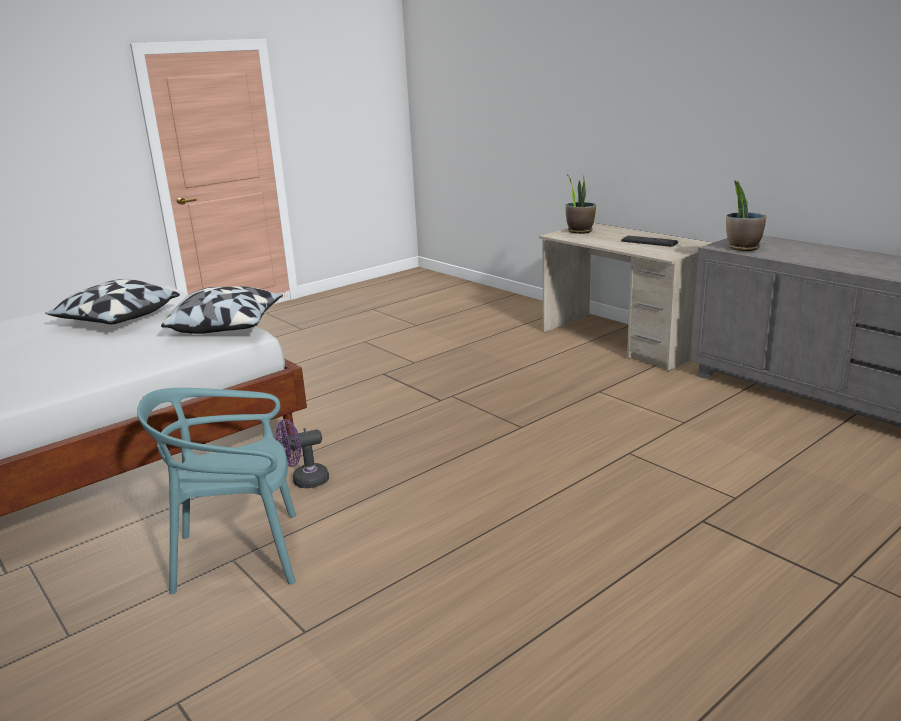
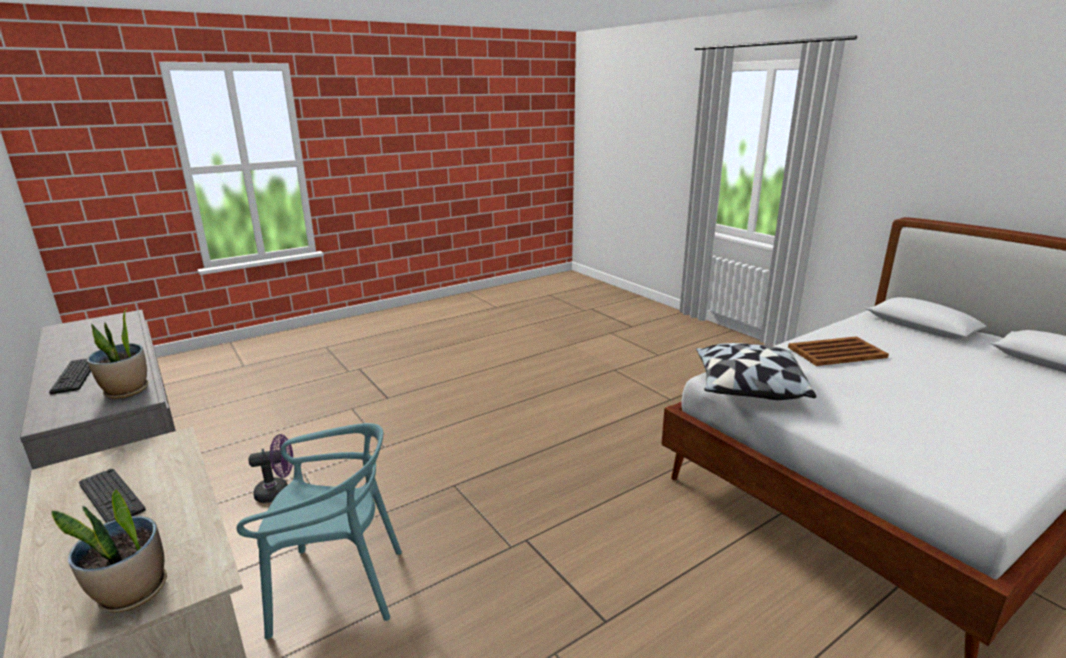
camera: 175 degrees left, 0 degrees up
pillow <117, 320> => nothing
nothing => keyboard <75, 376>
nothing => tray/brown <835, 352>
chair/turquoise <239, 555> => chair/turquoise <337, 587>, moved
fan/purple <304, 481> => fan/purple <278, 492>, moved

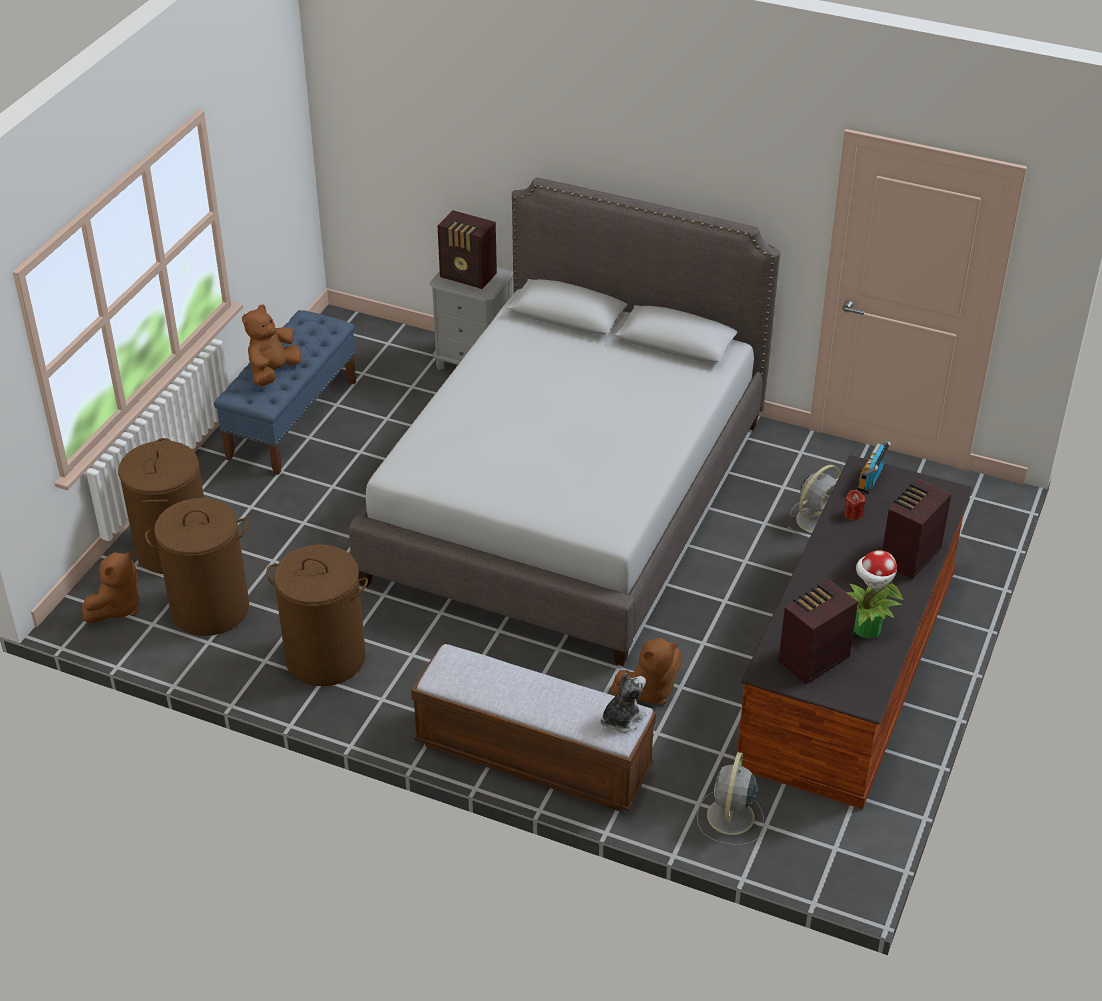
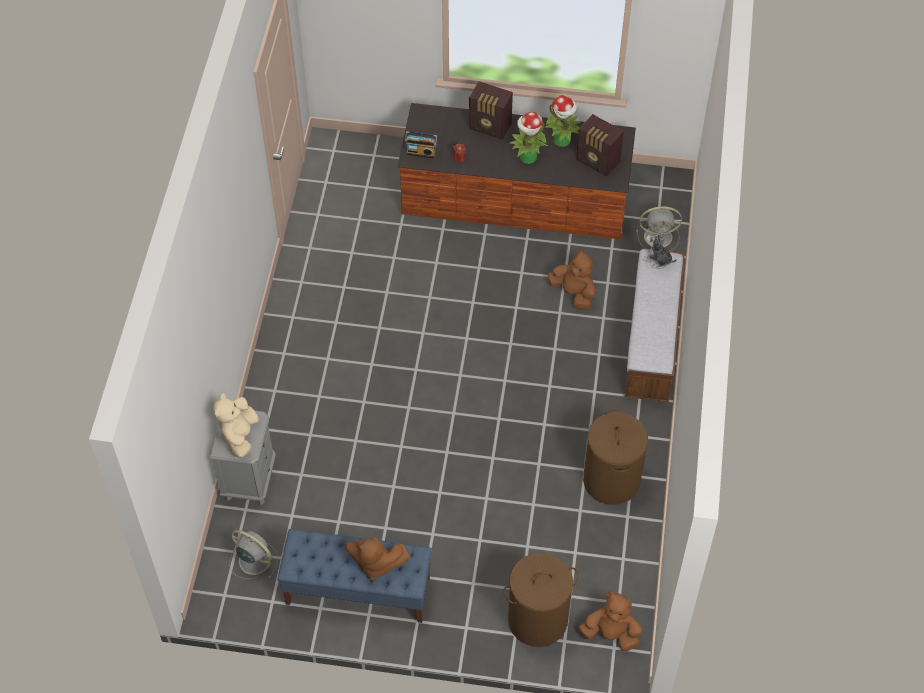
camera: 105 degrees left, 15 degrees up
laundry basket/brown <210, 609> => nothing
bed/grey <569, 500> => nothing
nothing => potted plant <527, 157>
fan/grey <817, 519> => fan/grey <253, 559>, moved
radio <468, 276> => plush toy/beige <239, 435>

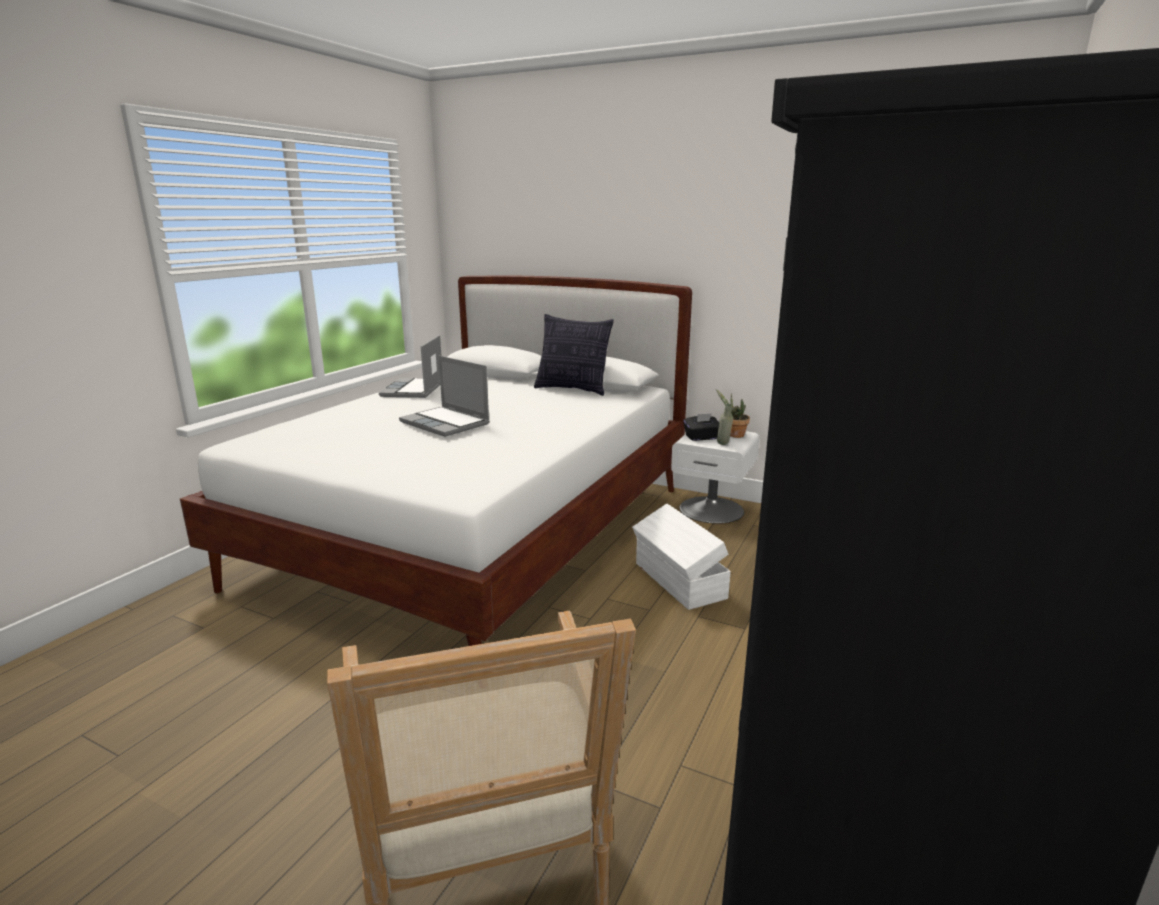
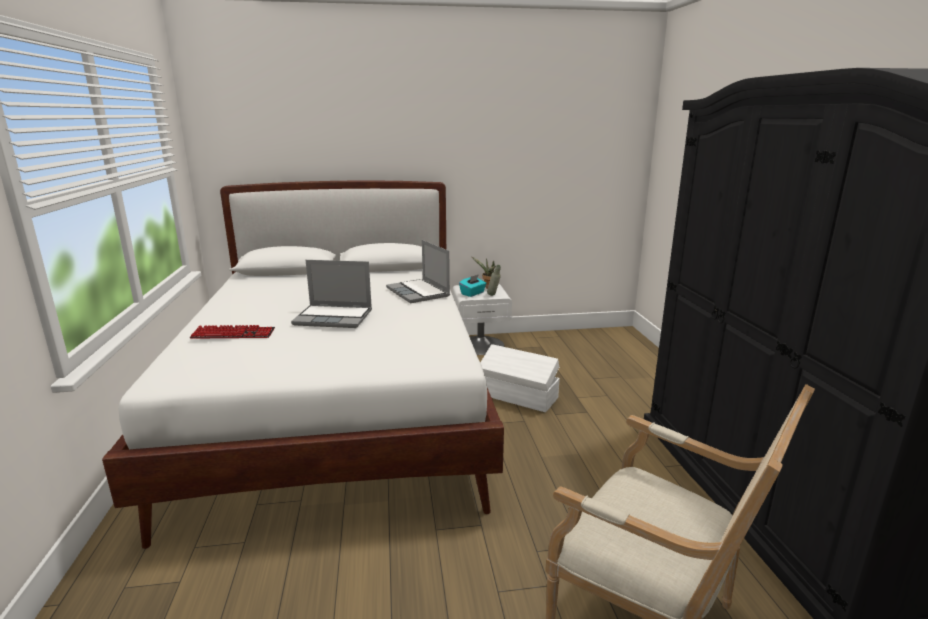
camera: 35 degrees left, 0 degrees up
pillow <573, 389> => nothing
nothing => keyboard <233, 334>
laptop <413, 390> => laptop <419, 292>, moved
tissue box/black <701, 438> => tissue box/turquoise <472, 293>

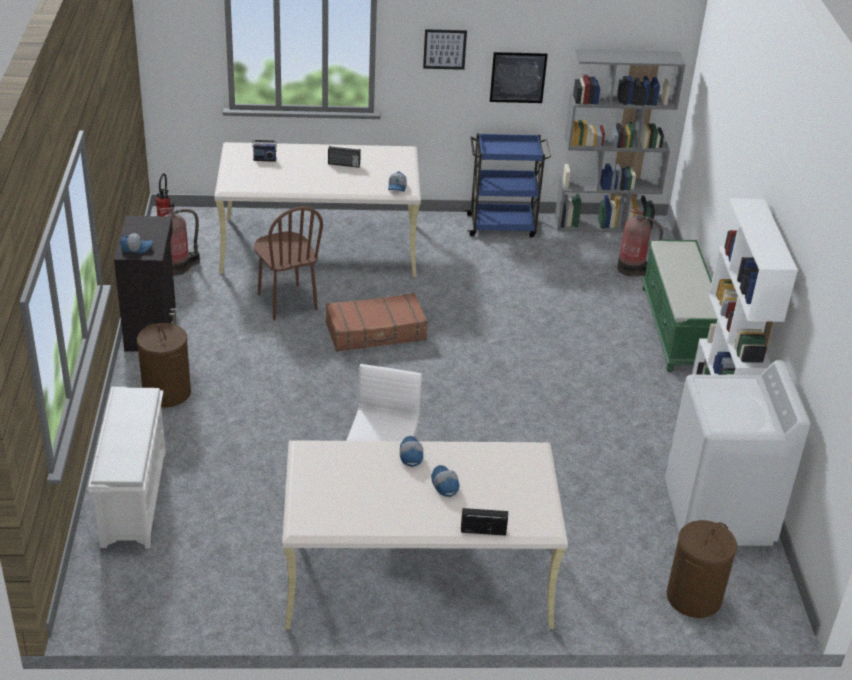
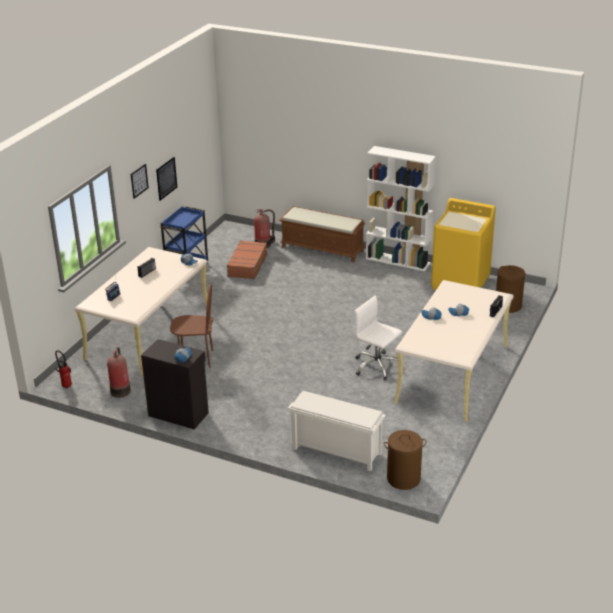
camera: 60 degrees left, 5 degrees down
bookcase/grey <605, 224> => nothing
laundry basket/brown <167, 393> => laundry basket/brown <404, 479>, moved
suitcase/brown <376, 332> => suitcase/brown <248, 265>, moved
bench/green <678, 329> => bench/brown <323, 248>
washing machine/white <718, 513> => washing machine/yellow <460, 282>

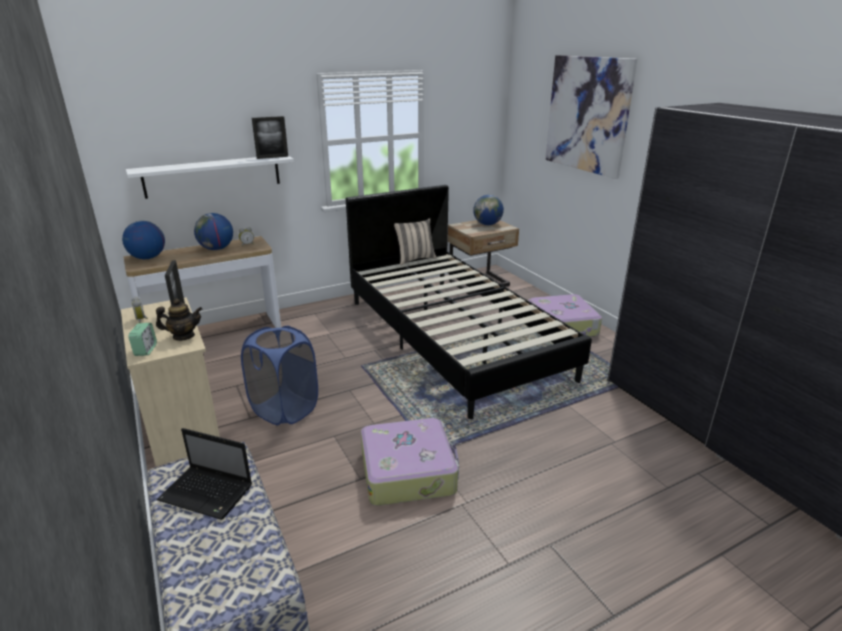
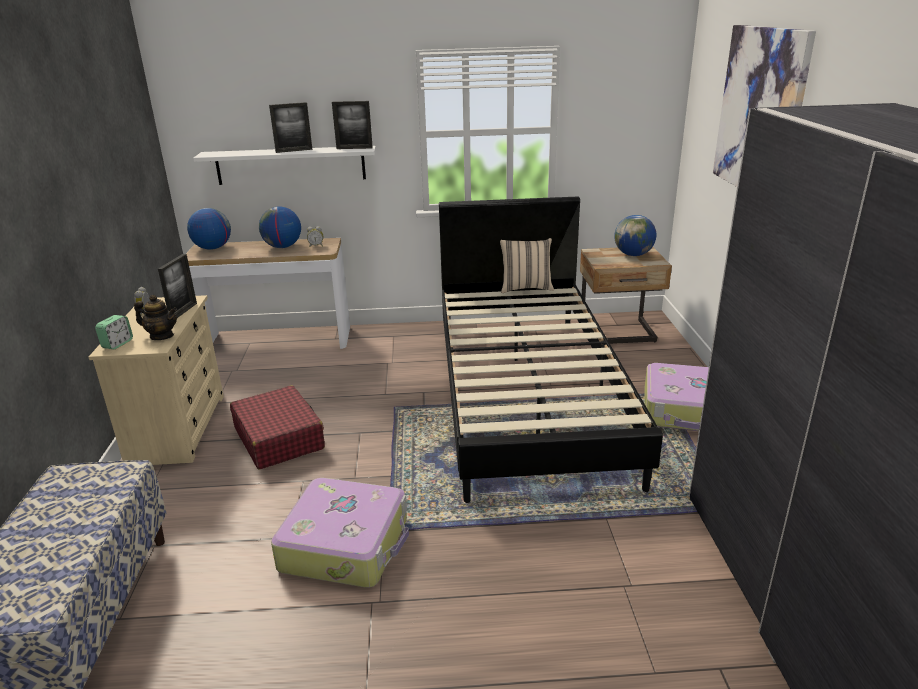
camera: 25 degrees right, 0 degrees up
laptop <208, 493> => nothing
nothing => picture frame <294, 150>
laundry basket/blue <284, 409> => suitcase/red <279, 438>

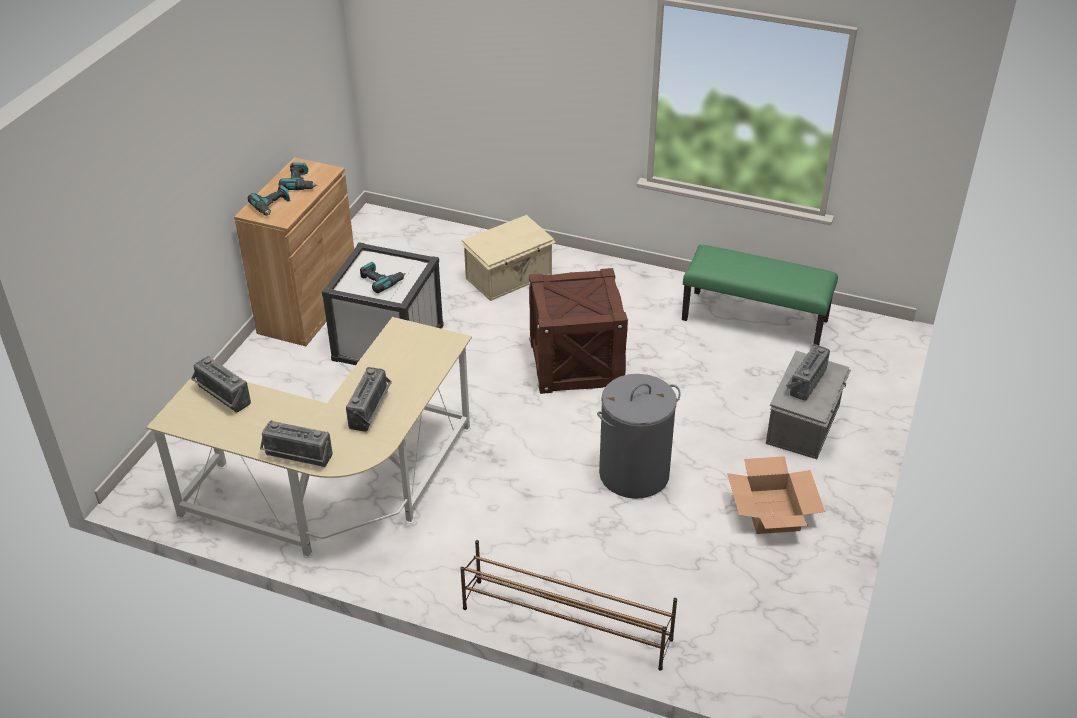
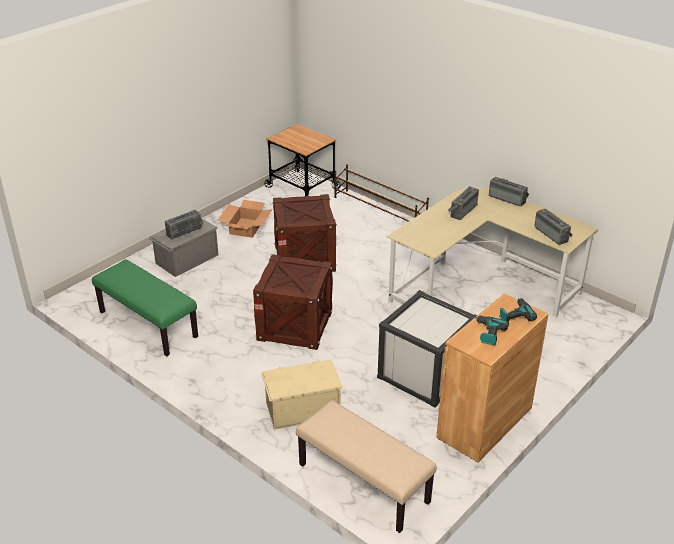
camera: 160 degrees left, 5 degrees down
power drill <381, 281> => nothing
nothing => cart <302, 187>
nothing => bench/beige <362, 483>
laundry basket/grey <634, 474> => crate <304, 257>

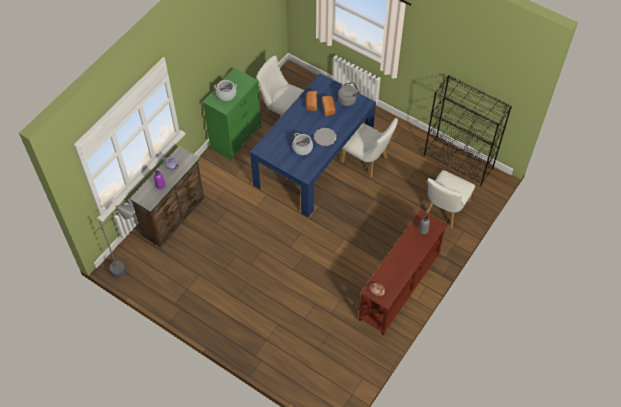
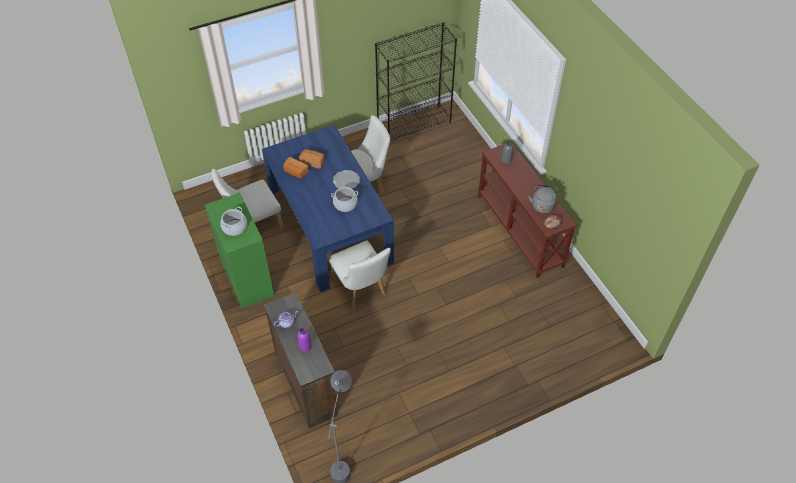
camera: 60 degrees left, 5 degrees down
kettle/grey <348, 100> => kettle/grey <542, 205>, moved
chair/white <444, 210> => chair/white <361, 290>, moved

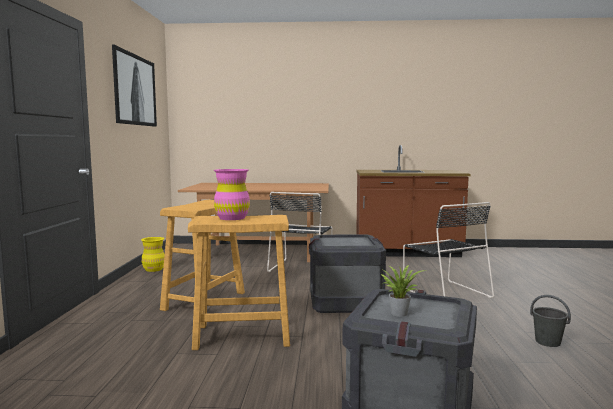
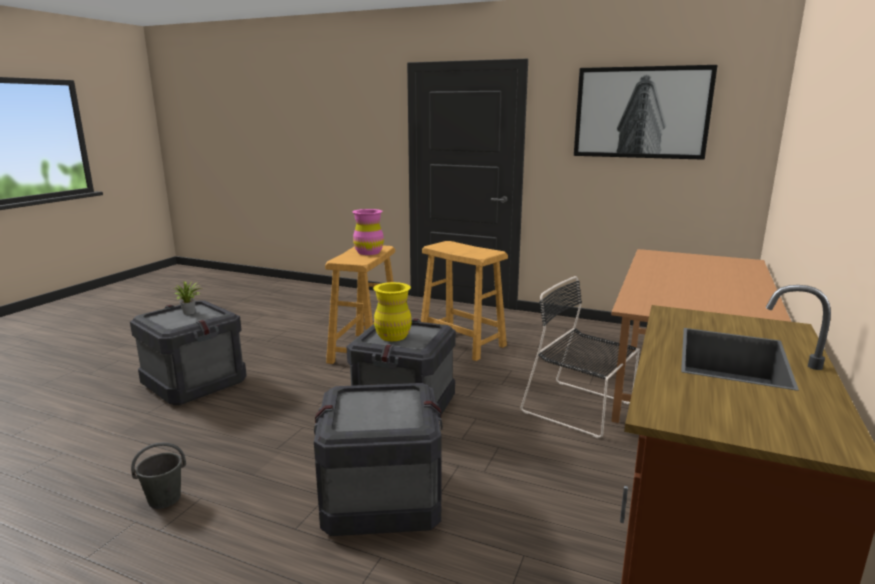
camera: 110 degrees right, 10 degrees up
vase/yellow <154, 269> => vase/yellow <393, 336>, moved
chair/black <445, 292> => crate <381, 498>

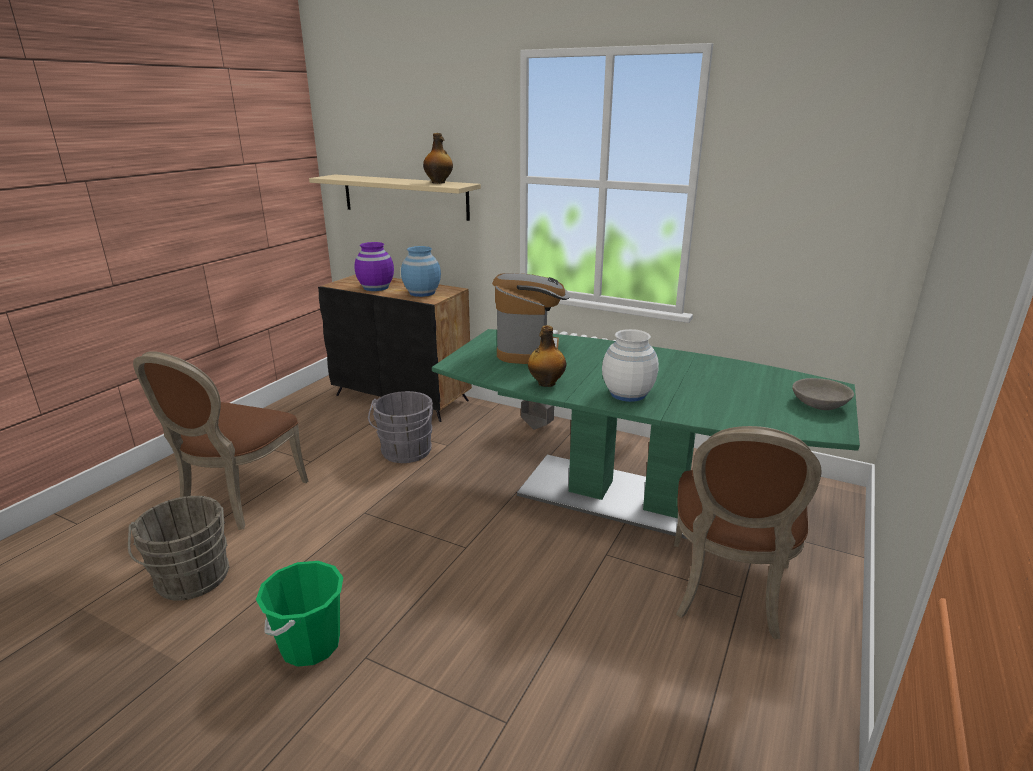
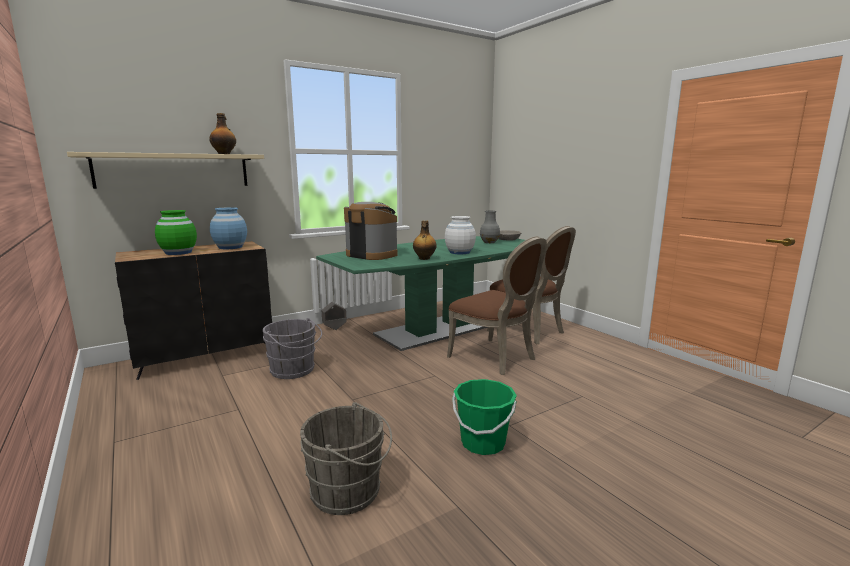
camera: 60 degrees left, 10 degrees down
nothing => vase/grey <489, 242>
chair/brown <238, 499> => chair/brown <496, 358>, moved
vase/purple <376, 287> => vase/green <178, 252>

